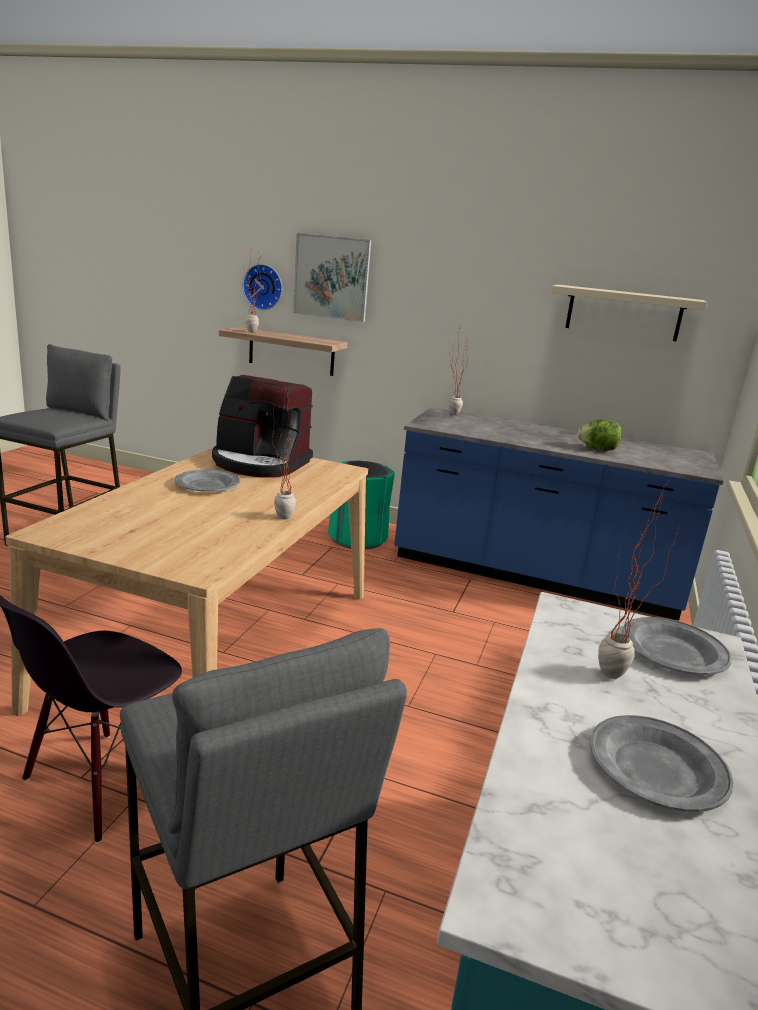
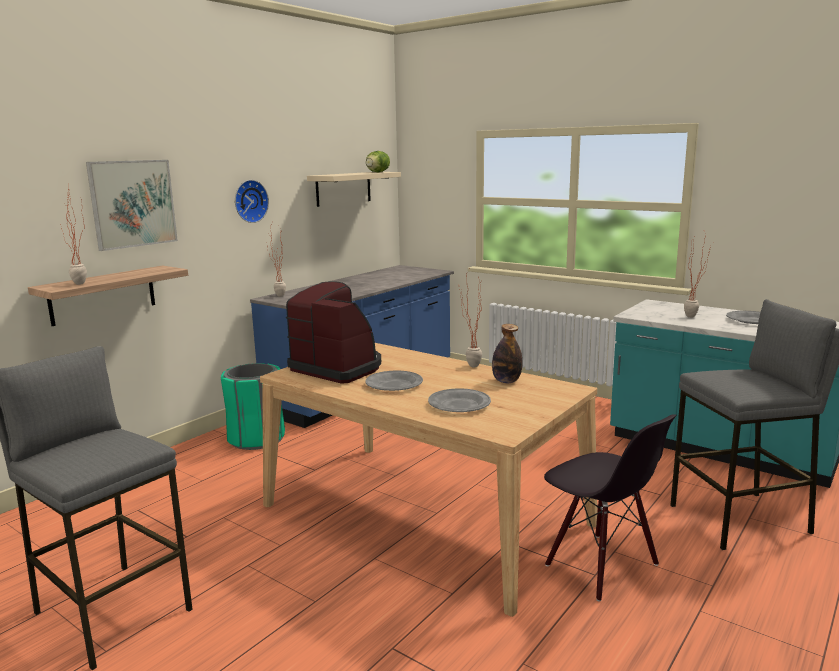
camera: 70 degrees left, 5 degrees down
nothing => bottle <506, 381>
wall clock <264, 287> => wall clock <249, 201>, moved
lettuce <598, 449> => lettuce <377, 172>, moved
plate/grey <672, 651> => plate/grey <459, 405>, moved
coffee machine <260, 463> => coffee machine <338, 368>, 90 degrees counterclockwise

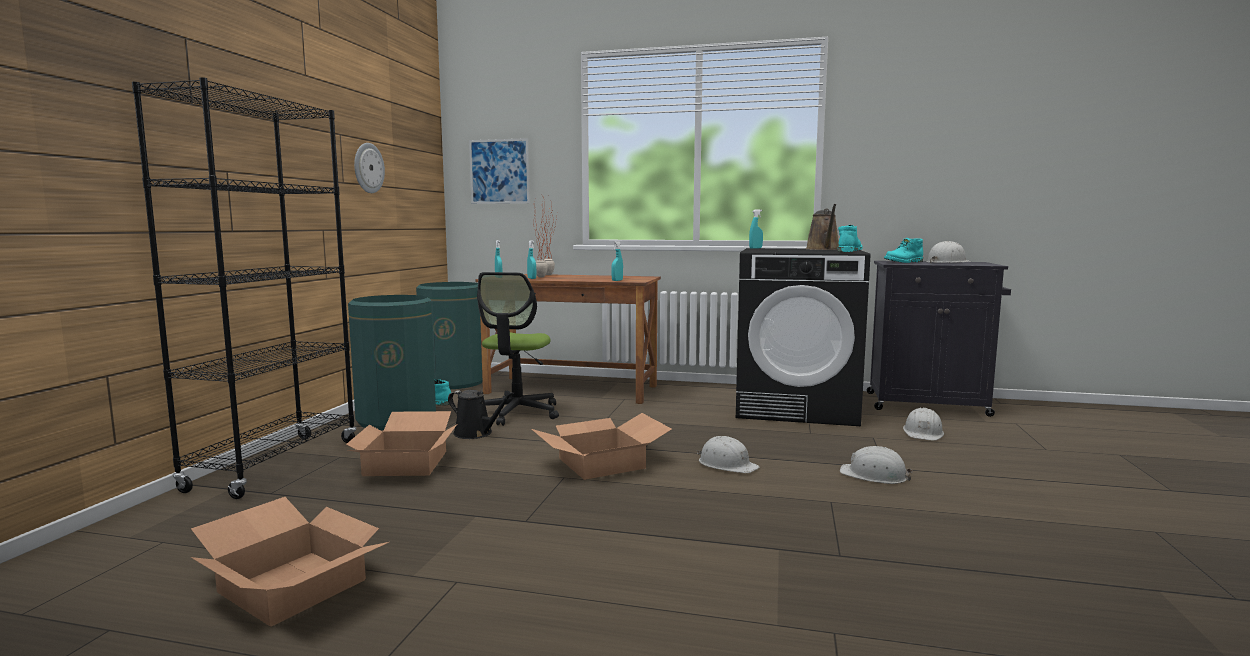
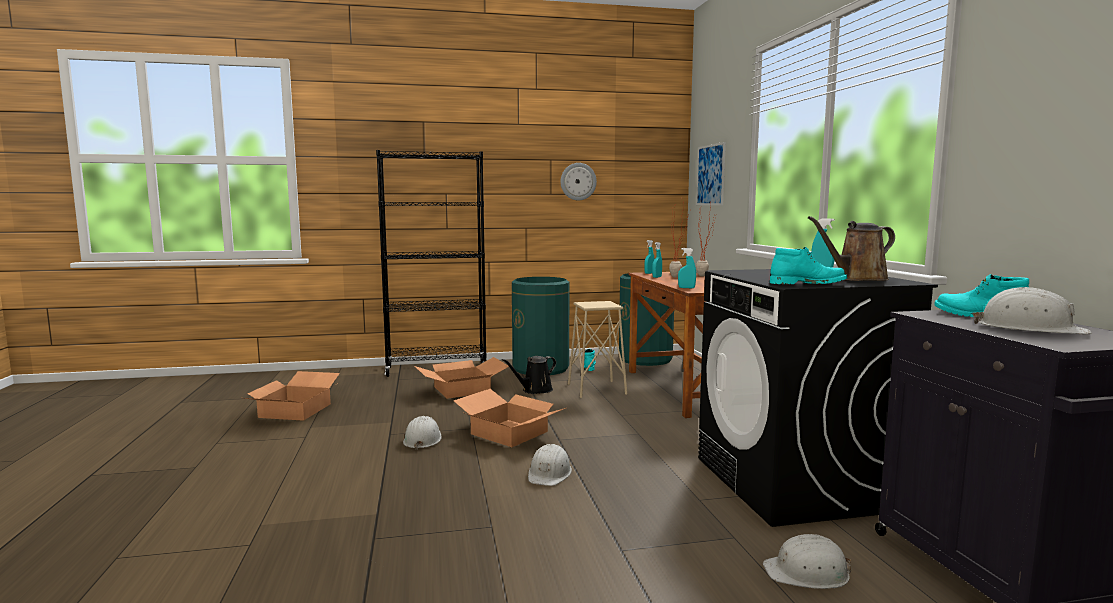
camera: 65 degrees right, 0 degrees up
hard hat/white <874, 475> => hard hat/white <422, 439>, moved
office chair <517, 413> => stool/beige <596, 389>
watering can/black <476, 433> => watering can/black <535, 390>, 45 degrees clockwise

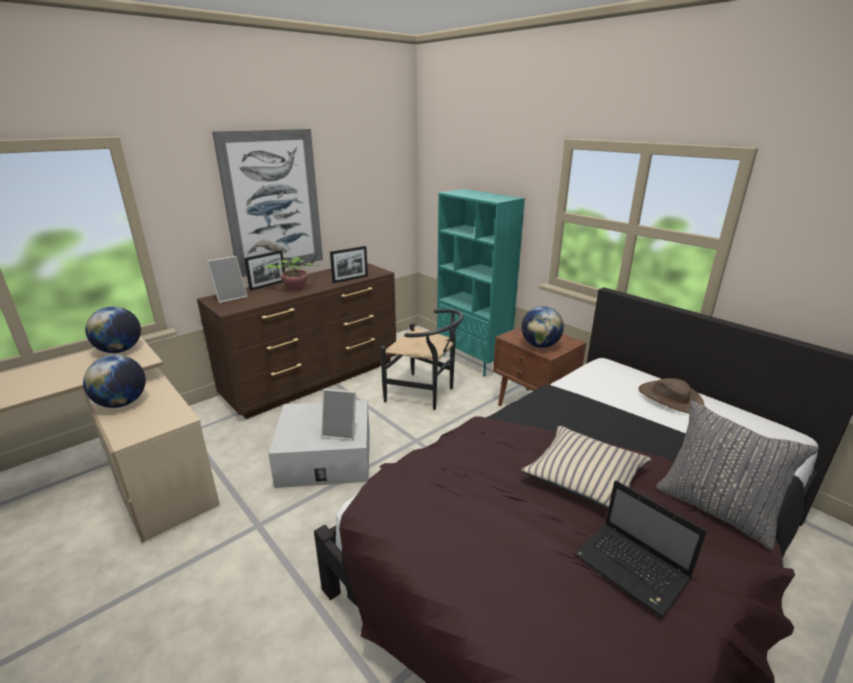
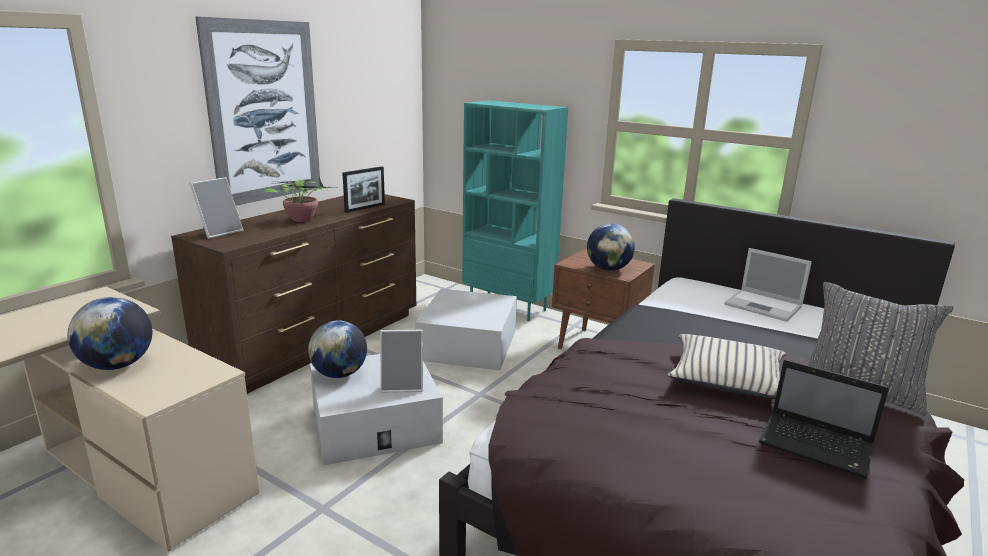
camera: 15 degrees left, 5 degrees down
picture frame <268, 285> => nothing
globe <120, 350> => globe <339, 374>, moved
chair/black <425, 394> => storage box/white <468, 345>
hat/brown <670, 398> => laptop <764, 306>

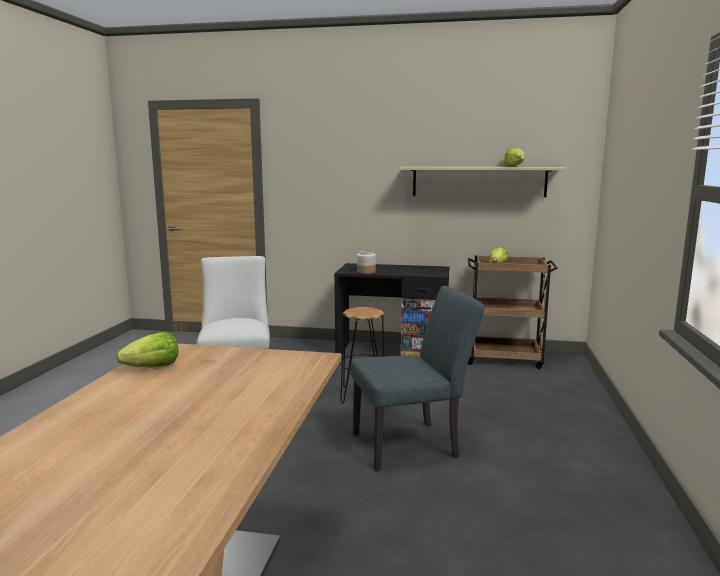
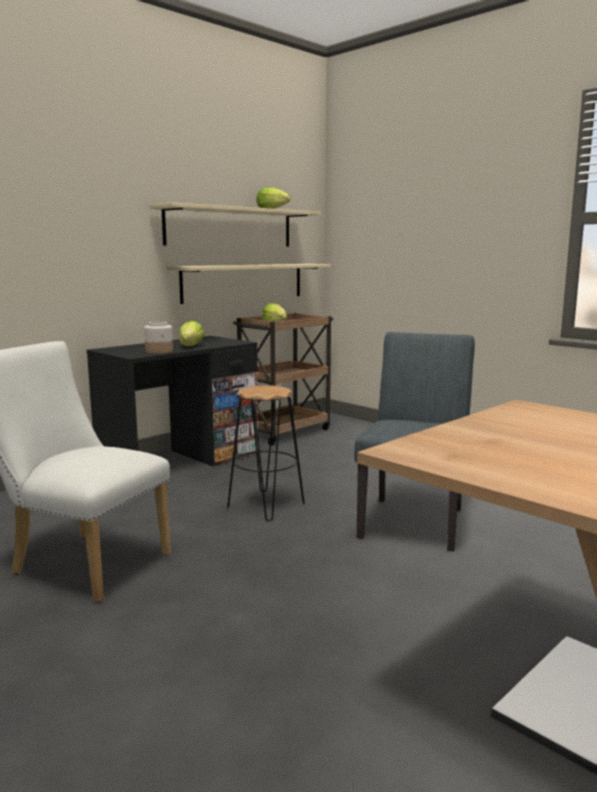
camera: 55 degrees left, 0 degrees up
nothing => shelf/beige <244, 282>
lettuce <153, 368> => lettuce <191, 346>, moved

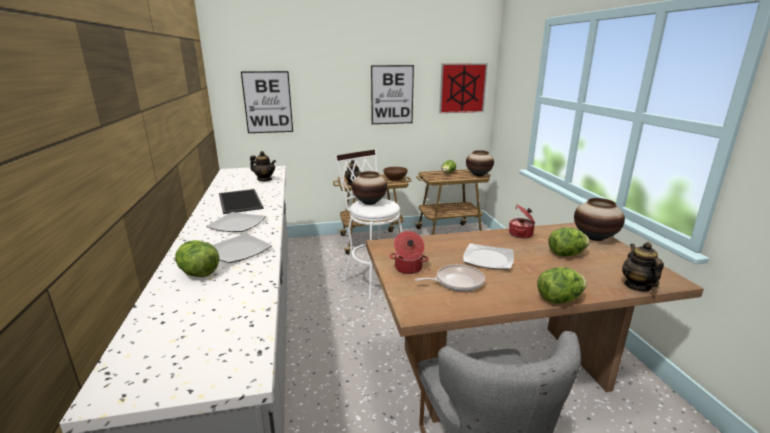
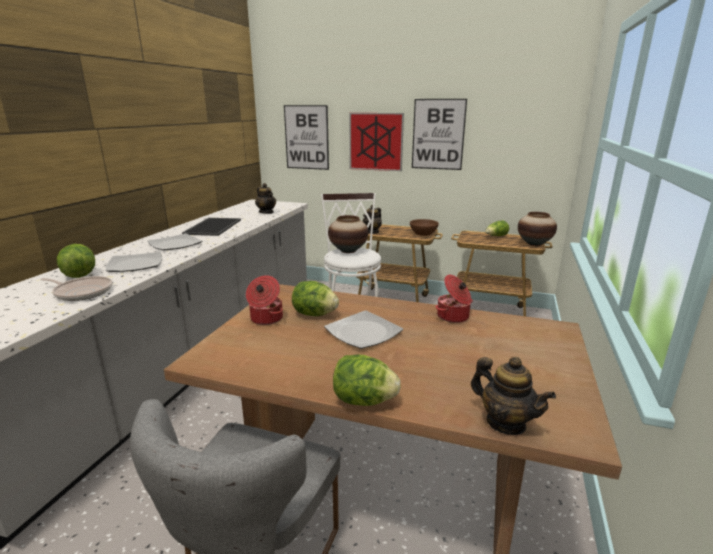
camera: 30 degrees right, 0 degrees up
vase <595, 237> => nothing
frying pan <456, 282> => frying pan <82, 292>, moved
picture <462, 88> => picture <376, 141>, moved
lettuce <566, 254> => lettuce <314, 314>, moved
teapot <637, 286> => teapot <505, 423>, 105 degrees clockwise

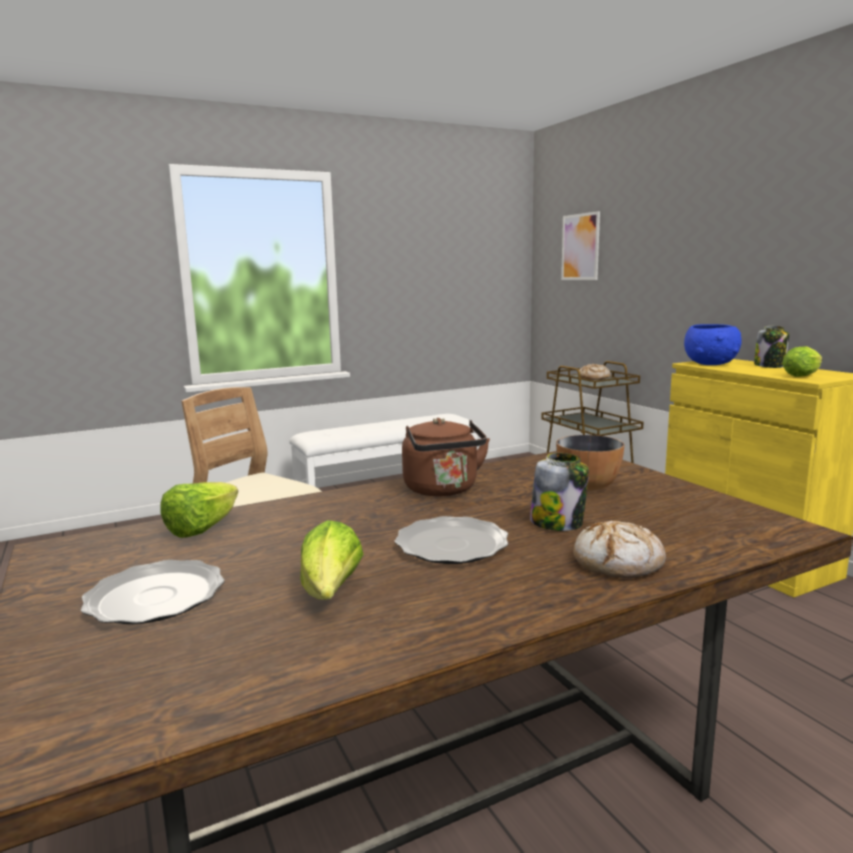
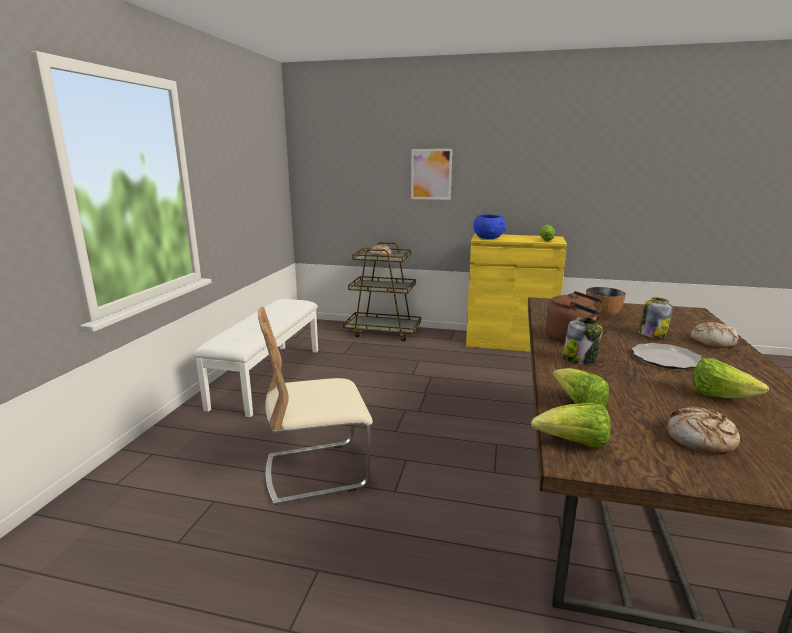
camera: 50 degrees left, 5 degrees up
nothing => lettuce <573, 443>
picture <580, 247> => picture <431, 174>, moved
jar <770, 366> => jar <579, 359>, moved
plate <154, 597> => bread <700, 439>

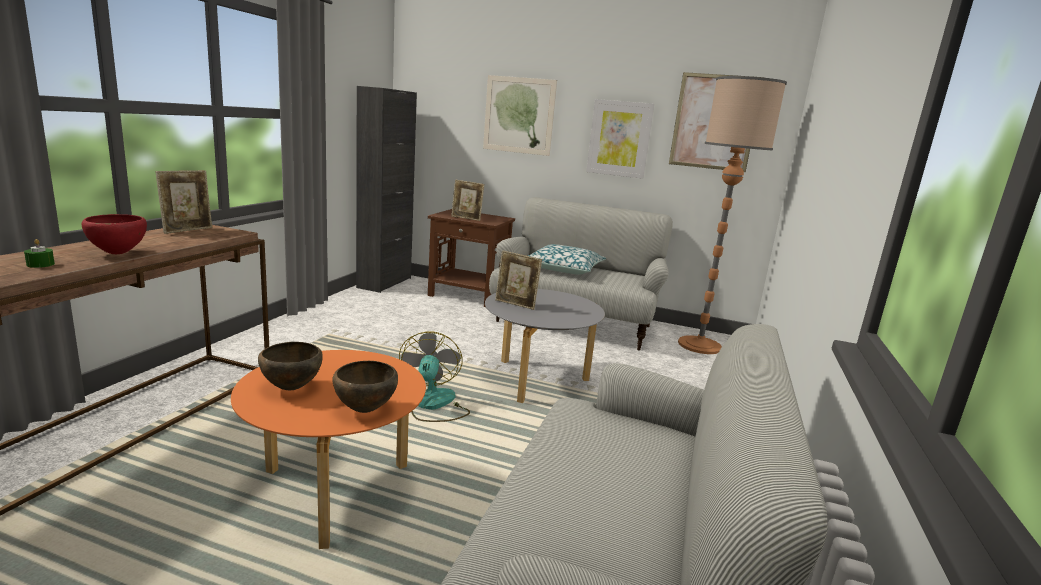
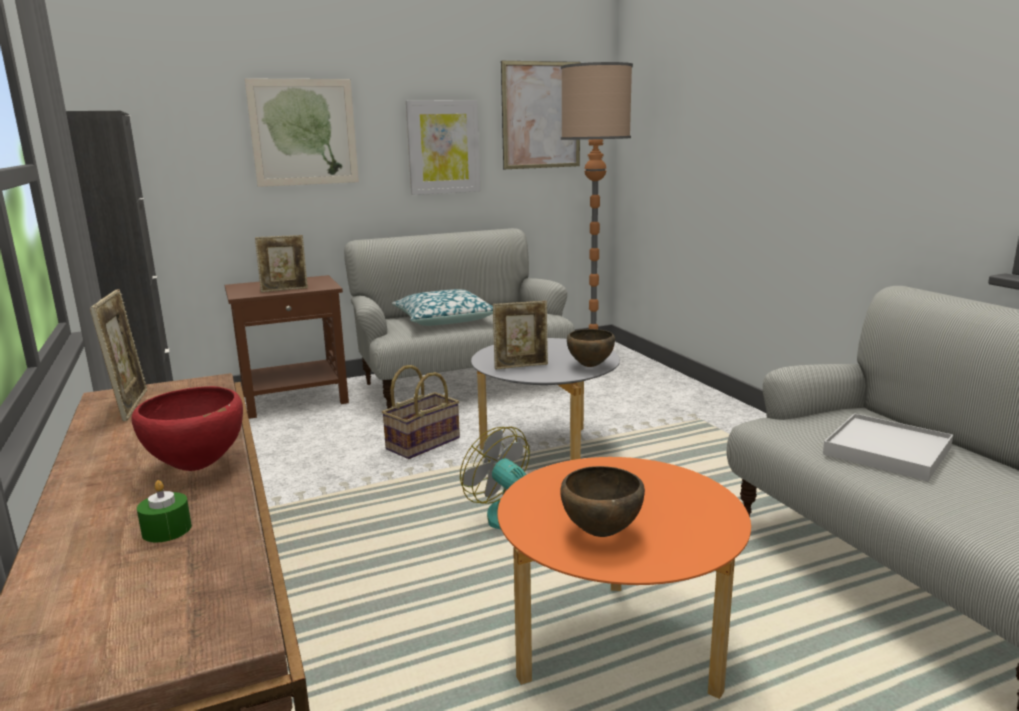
camera: 40 degrees left, 0 degrees up
nothing => basket <422, 443>
nothing => tray/white <886, 451>
bowl/brown <364, 410> => bowl/brown <590, 366>, moved

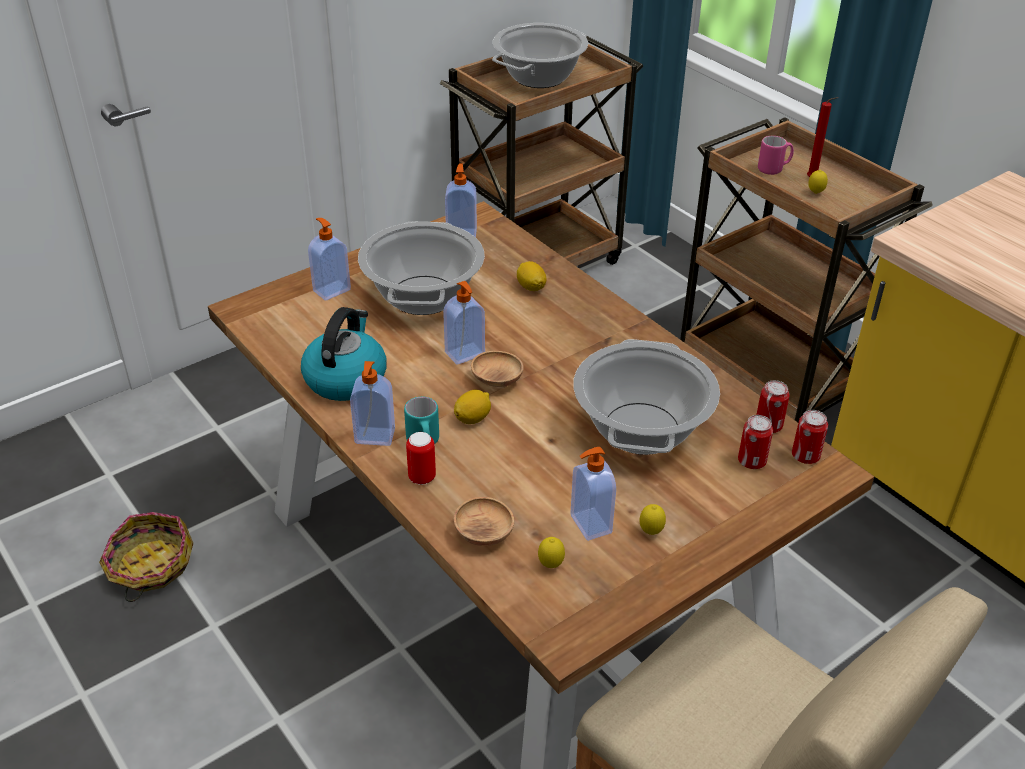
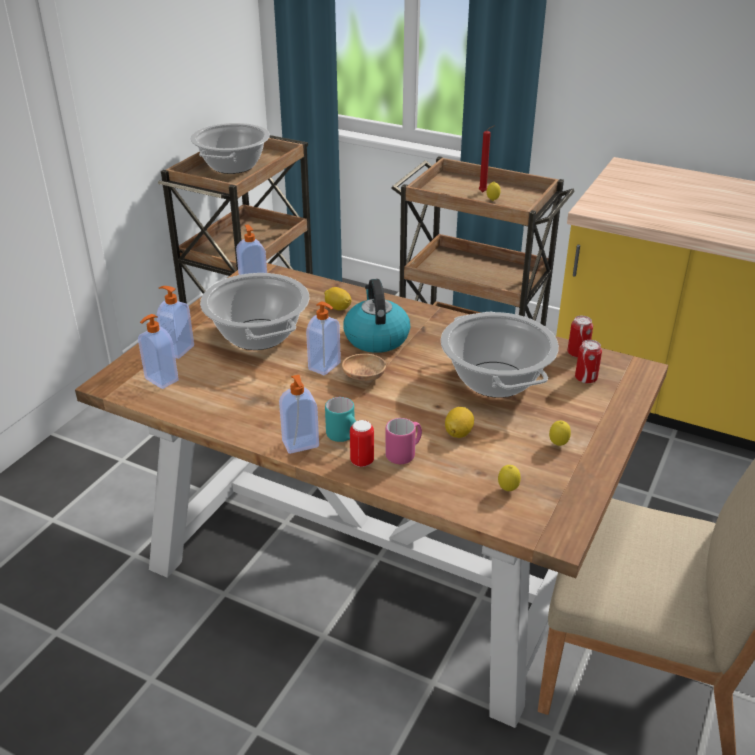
camera: 25 degrees left, 5 degrees down
basket <150, 566> => nothing
bowl/brown <483, 533> => nothing
can <805, 456> => nothing
kettle <346, 378> => kettle <376, 337>, moved
lemon <473, 418> => lemon <458, 433>, moved
soap dispenser <589, 524> => soap dispenser <160, 380>, moved
mug/pink <774, 169> => mug/pink <404, 454>, moved

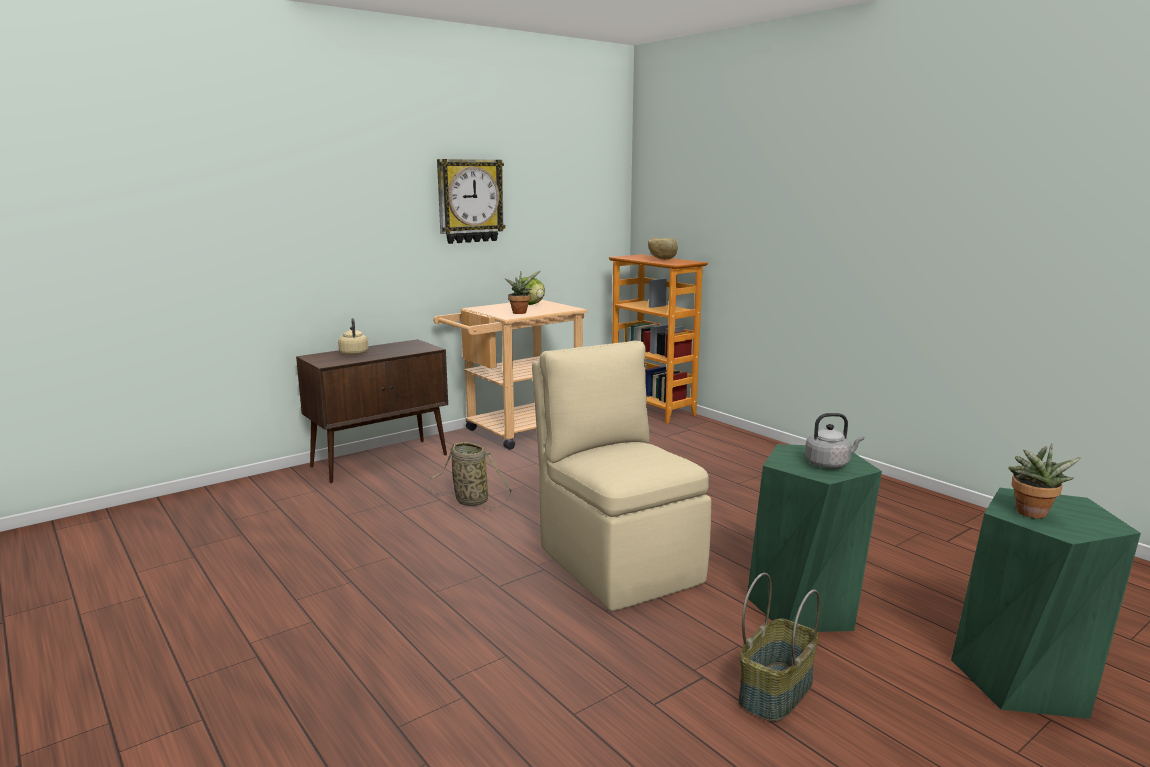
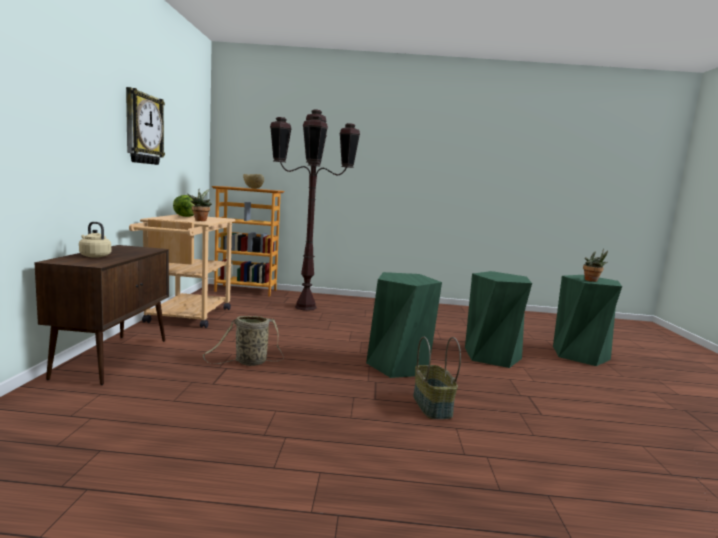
camera: 50 degrees left, 5 degrees down
kettle/grey <829, 464> => nothing
nothing => floor lamp/brown <306, 307>
basket <775, 691> => basket <431, 405>, moved
chair/beige <618, 563> => stool/green <398, 365>

